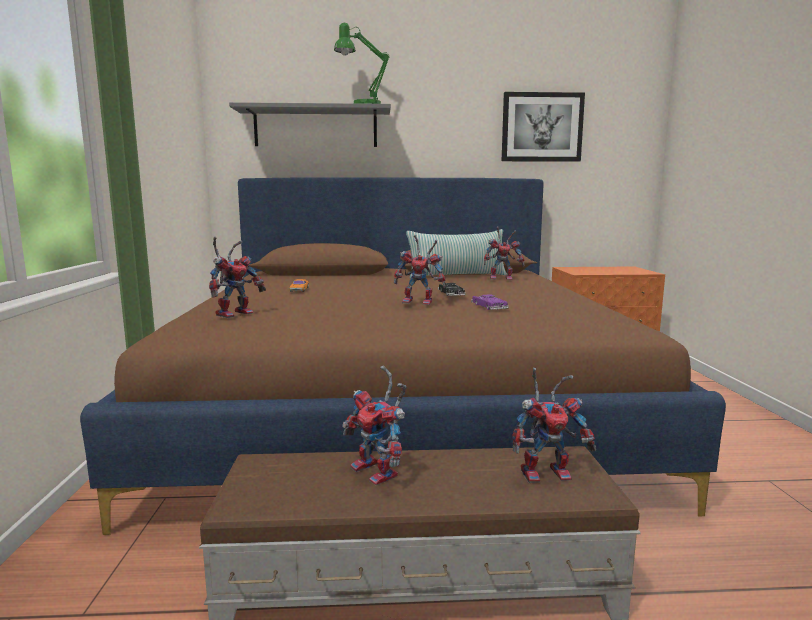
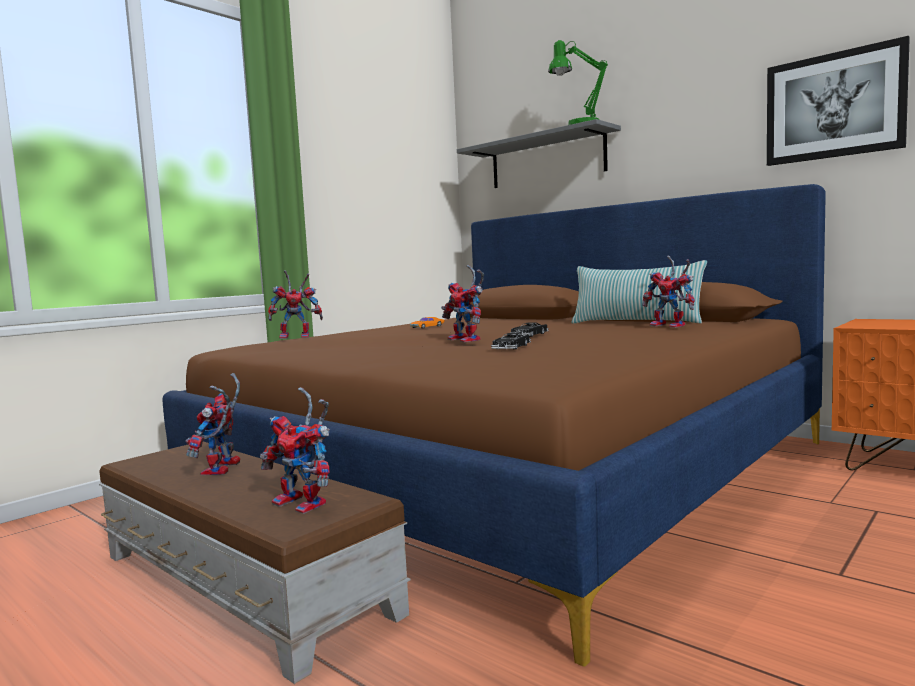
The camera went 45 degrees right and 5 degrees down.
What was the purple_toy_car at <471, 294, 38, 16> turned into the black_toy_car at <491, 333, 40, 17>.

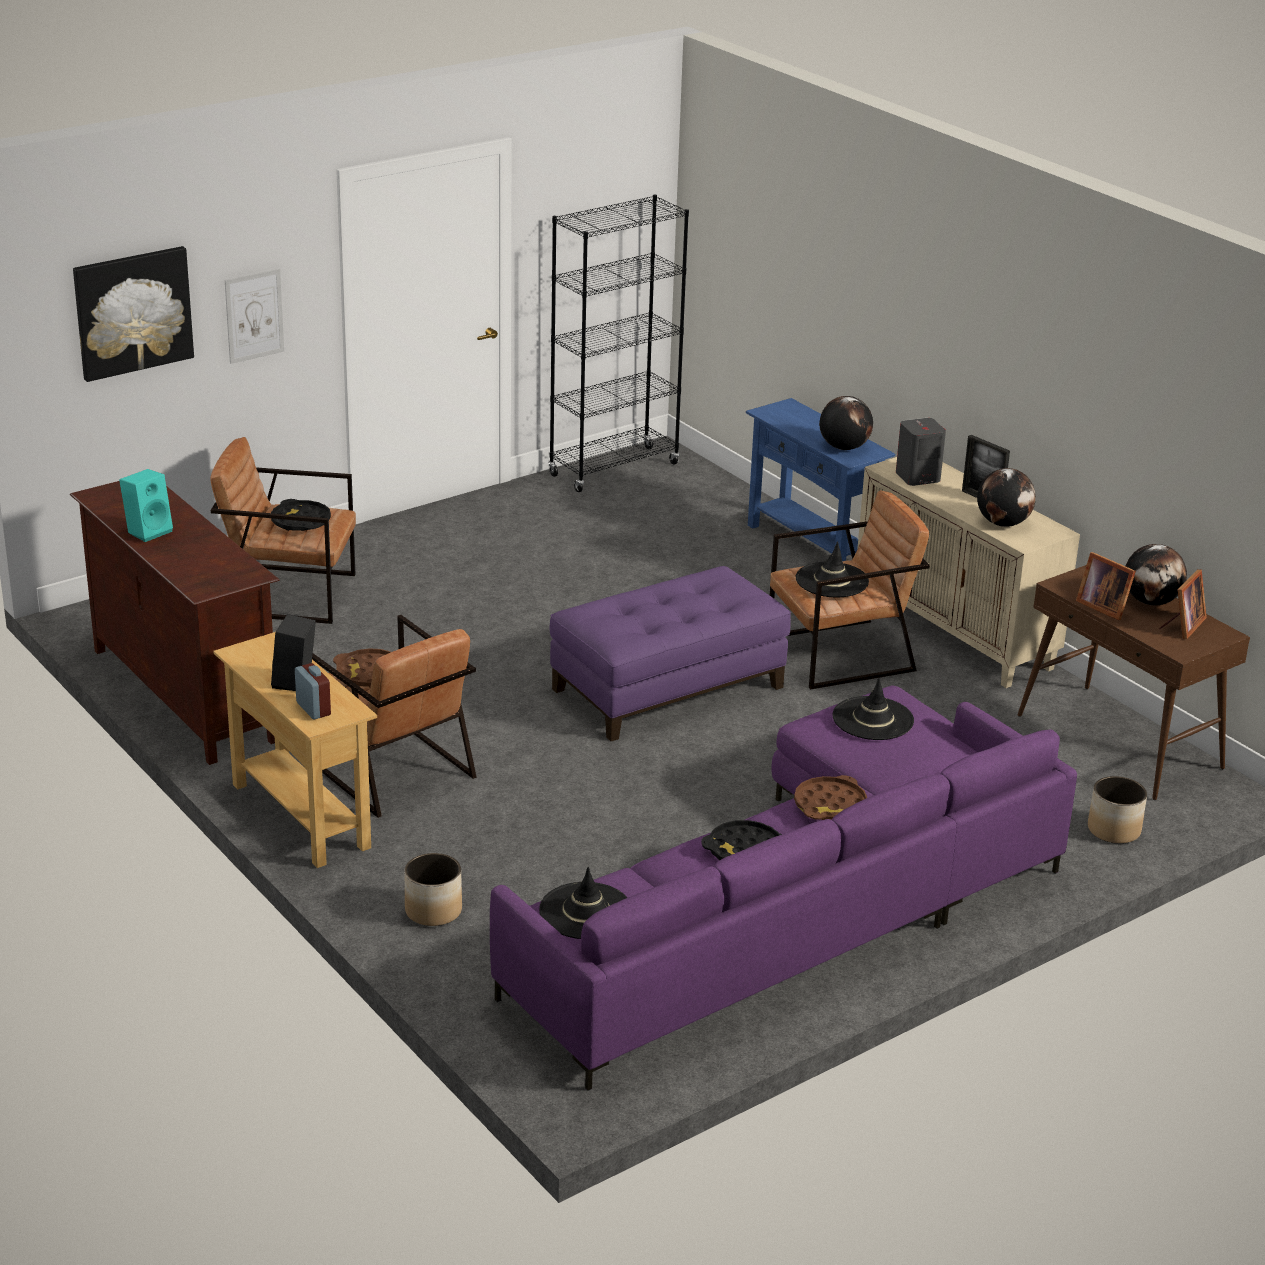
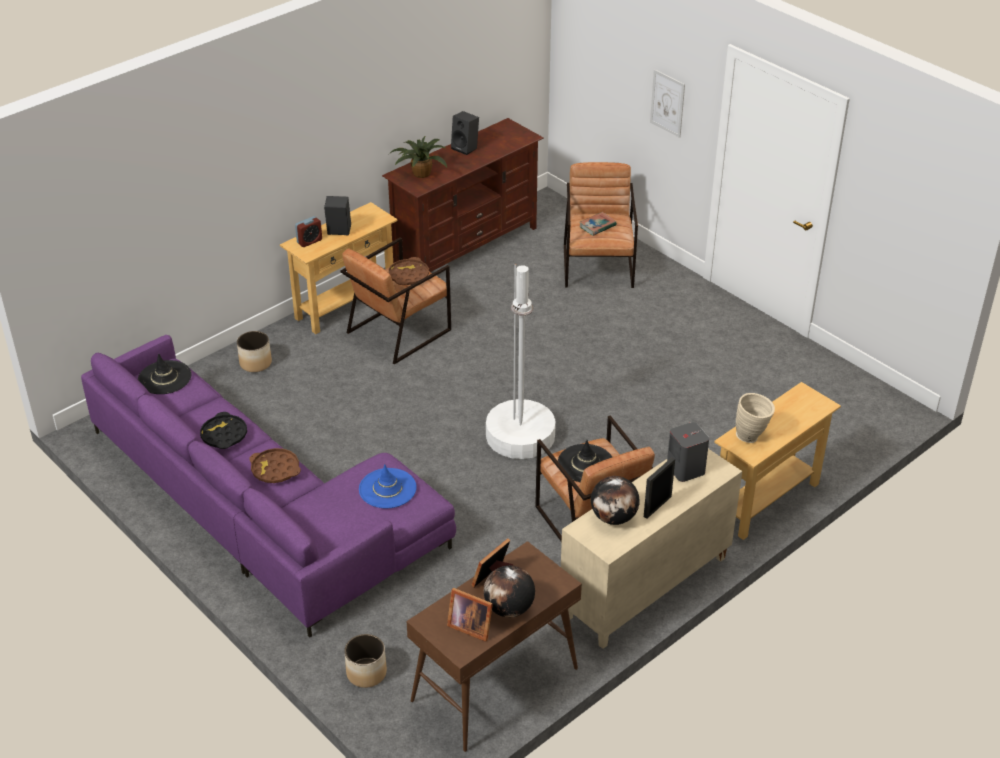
The camera went 85 degrees right and 10 degrees up.
The second view lost the picture at <73, 246, 121, 136>.
What was the turquoise_speaker at <119, 469, 54, 73> turned into the black_speaker at <451, 111, 28, 44>.
Where the black_tray stood at <271, 499, 60, 32>, the book came to stand at <579, 212, 38, 24>.
The second view lost the black_bookcase at <548, 194, 141, 298>.
Where the purple_ottoman stood at <550, 566, 241, 175>, the white_floor_lamp came to stand at <486, 264, 70, 195>.
What was the blue_console_table at <746, 398, 149, 163> turned into the beige_console_table at <714, 382, 127, 158>.
Where the globe stood at <819, 396, 54, 54>, the beige_vase came to stand at <736, 393, 39, 50>.
What was the black_hat at <832, 678, 82, 62> turned into the blue_hat at <359, 464, 58, 44>.
The second view gained the potted_plant at <389, 136, 58, 42>.

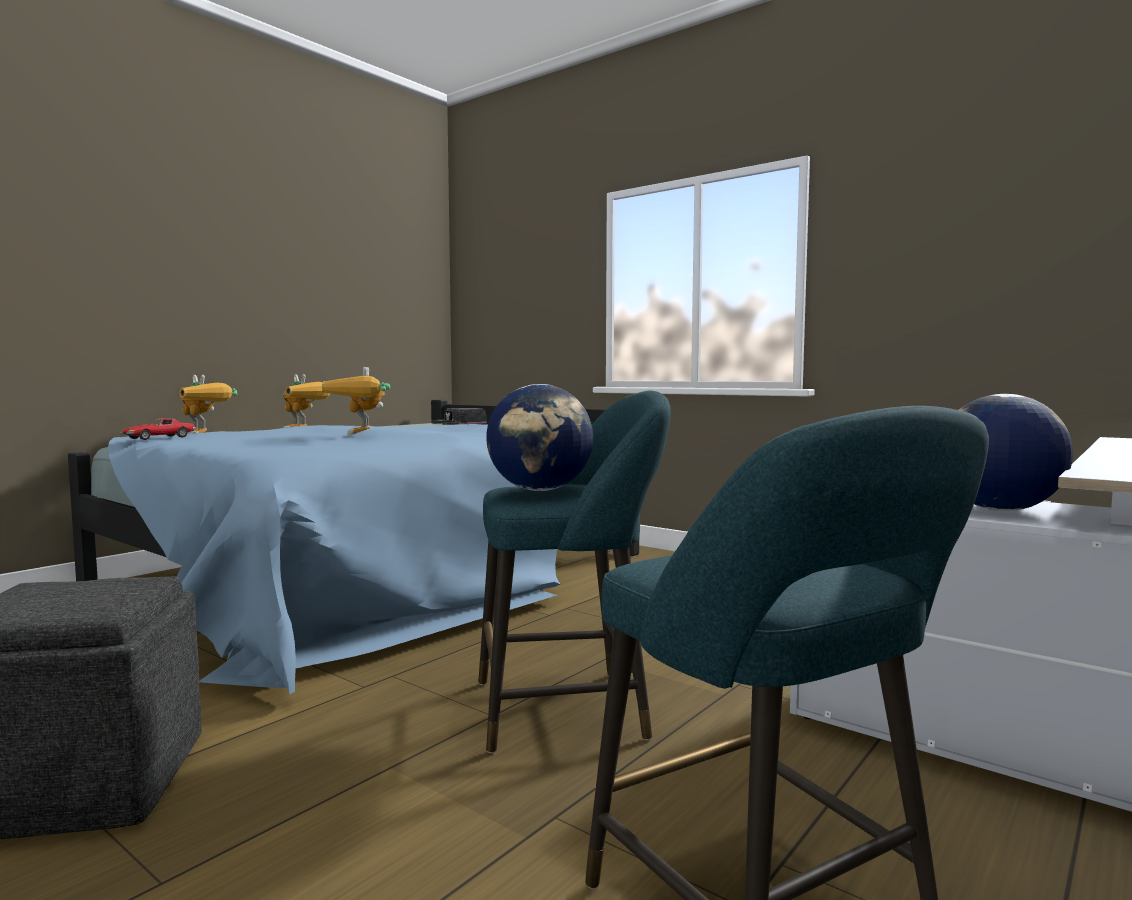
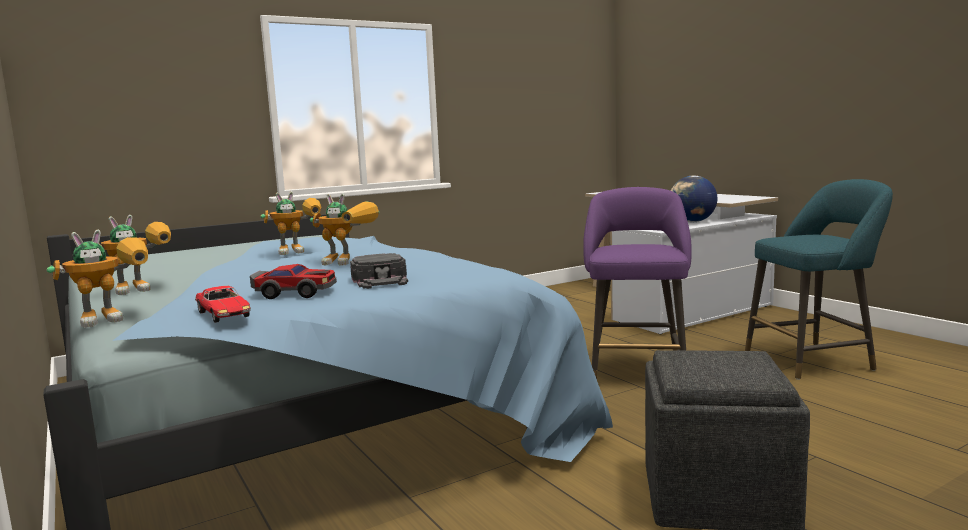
The camera went 70 degrees left and 5 degrees up.
The black_cap ended up elsewhere, having gone from <432, 408, 55, 17> to <350, 253, 58, 36>.
What was the turquoise_stool at <478, 391, 193, 363> turned into the purple_stool at <583, 187, 109, 192>.
The second view lost the globe at <486, 384, 107, 107>.
The second view gained the toy_car at <250, 264, 87, 35>.
The second view gained the toy_robot at <260, 192, 61, 63>.

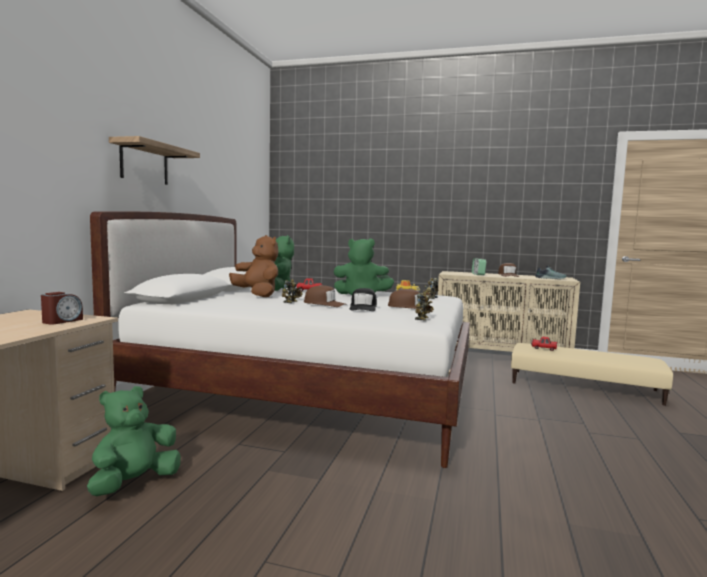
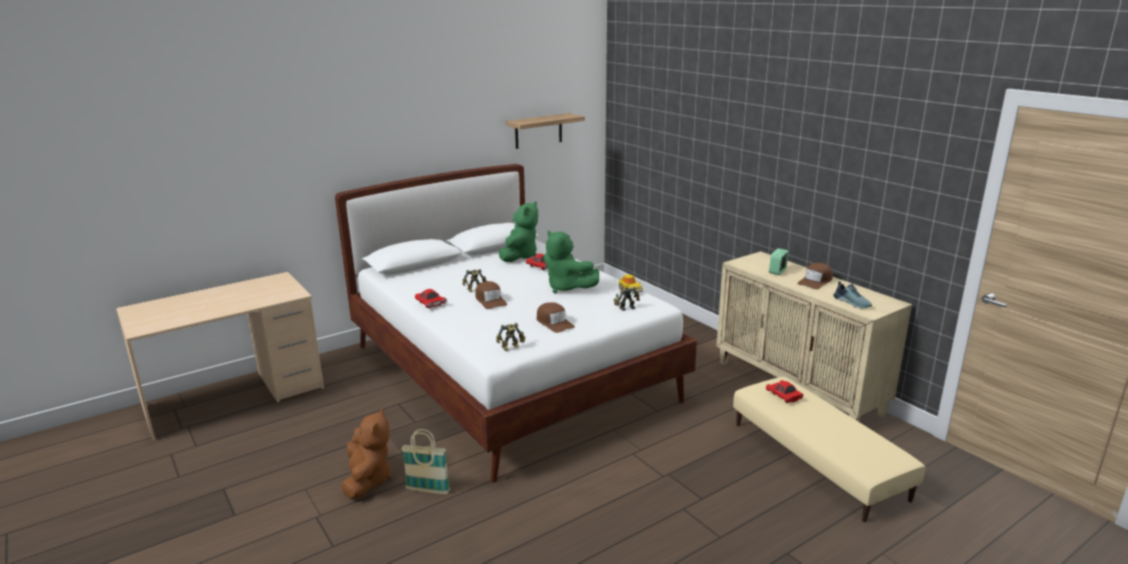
The camera went 40 degrees right and 15 degrees up.
The second view lost the alarm_clock at <41, 292, 42, 33>.
The second view lost the green_plush_toy at <87, 386, 94, 110>.
The shelf ended up elsewhere, having gone from <109, 136, 91, 49> to <506, 113, 79, 36>.
The brown_plush_toy ended up elsewhere, having gone from <229, 235, 50, 62> to <341, 408, 51, 91>.
The second view lost the black_cap at <350, 288, 27, 23>.
The second view gained the basket at <401, 429, 49, 65>.
The second view gained the red_toy_car at <415, 289, 32, 20>.

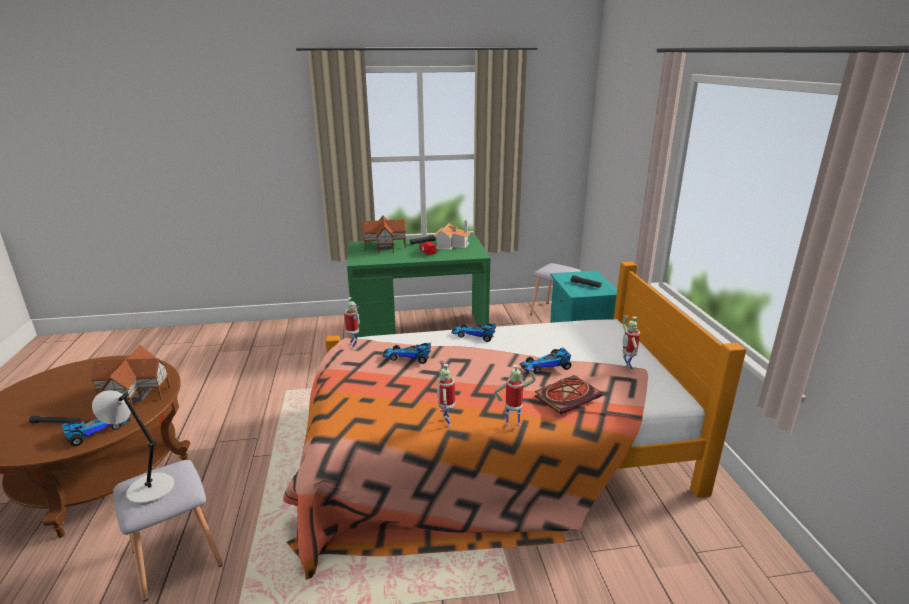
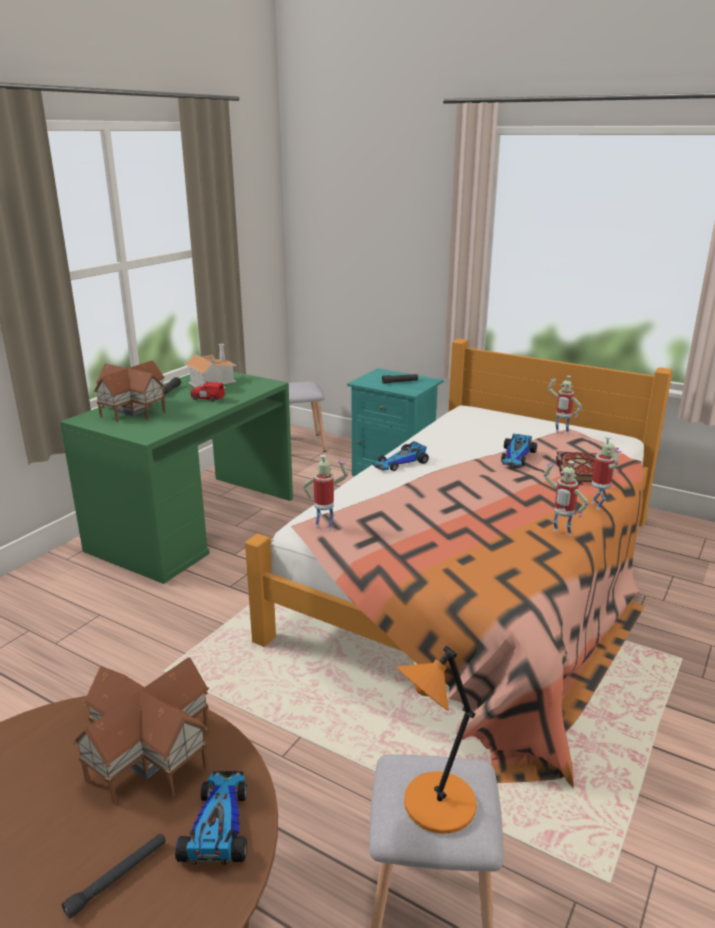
The camera went 50 degrees left and 0 degrees up.
What was the grey_table_lamp at <92, 390, 82, 115> turned into the orange_table_lamp at <397, 646, 80, 188>.
The second view lost the toy_car at <383, 343, 48, 21>.
The toy_robot at <494, 365, 42, 61> ended up facing another way, 135 degrees clockwise from before.

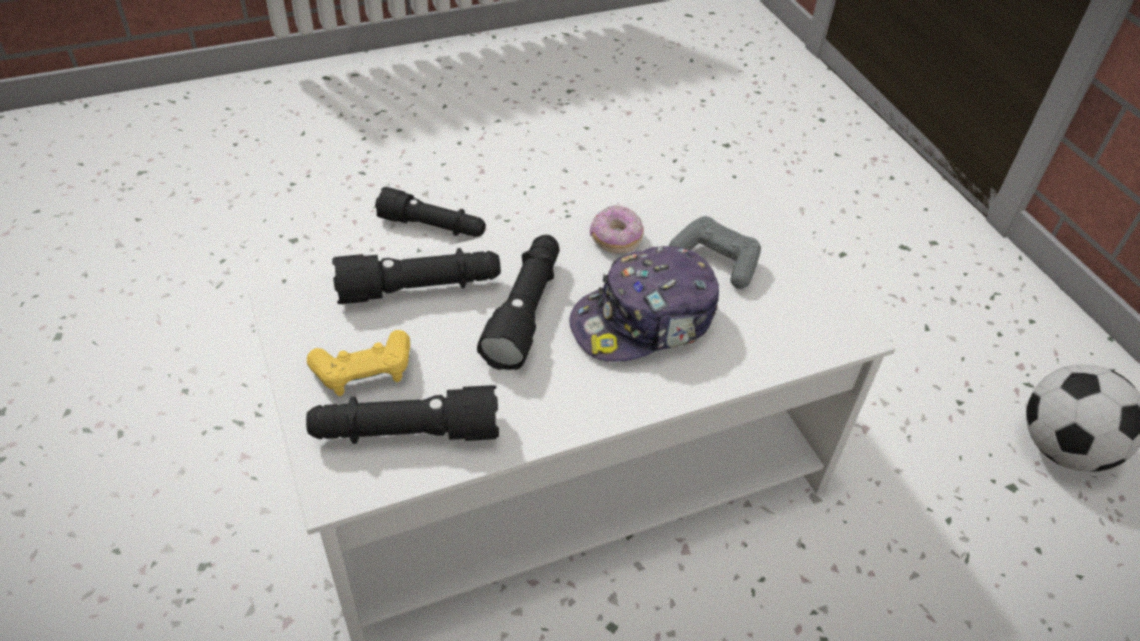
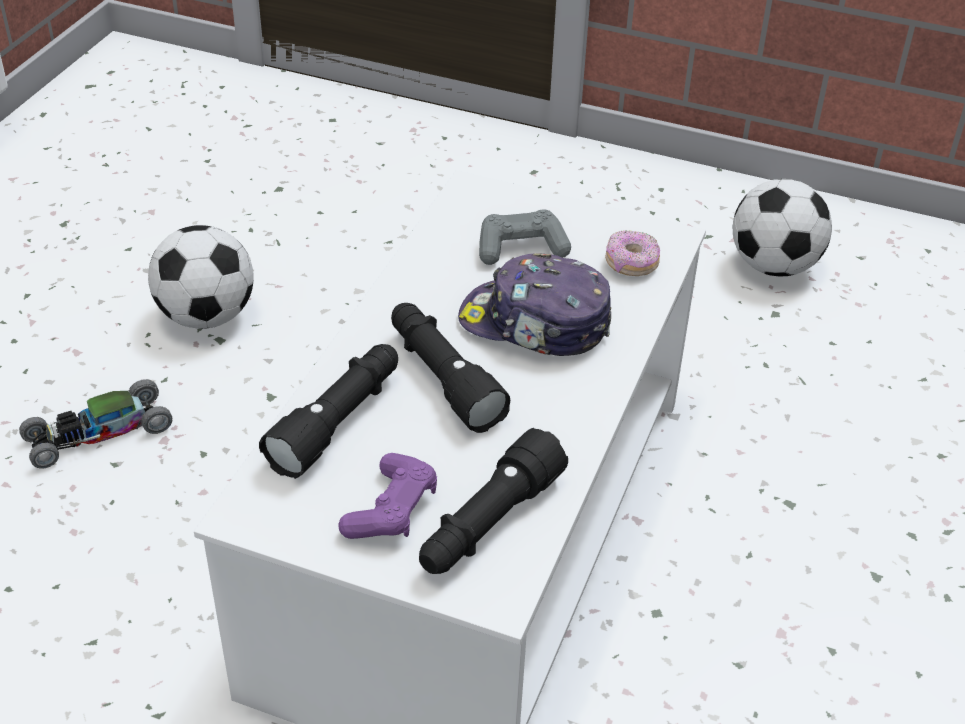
The camera went 45 degrees left and 5 degrees down.
What was the yellow_game_controller at <307, 330, 103, 66> turned into the purple_game_controller at <338, 453, 99, 86>.
Where the black_flashlight stood at <375, 187, 111, 50>, the toy_car came to stand at <19, 379, 153, 90>.
The cap at <569, 246, 150, 116> ended up facing another way, 90 degrees clockwise from before.
The donut ended up elsewhere, having gone from <590, 205, 54, 48> to <605, 231, 55, 45>.
The second view gained the football at <148, 225, 106, 104>.

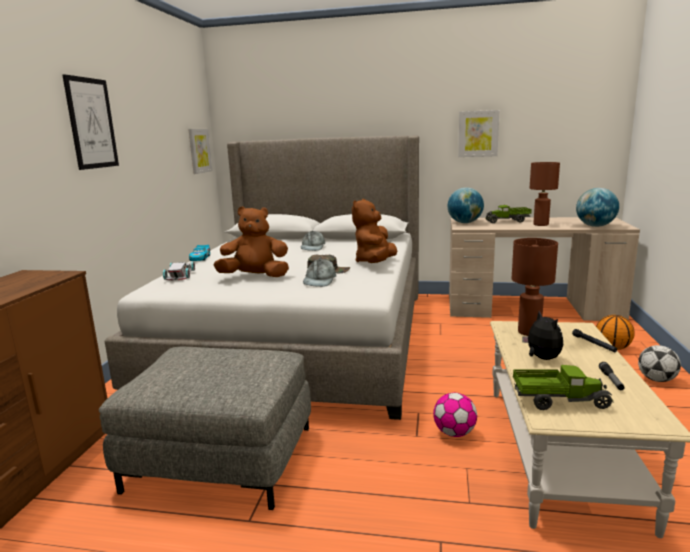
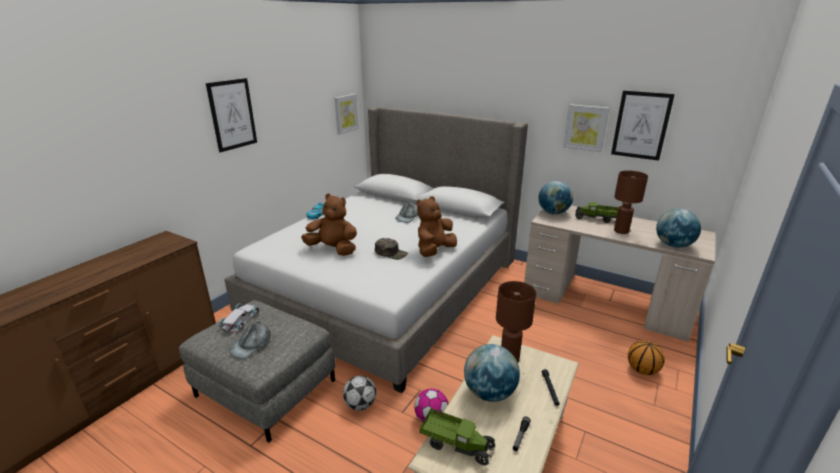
The camera went 20 degrees right and 10 degrees up.
The white_toy_car ended up elsewhere, having gone from <163, 261, 32, 19> to <219, 304, 40, 29>.
The grey_cap ended up elsewhere, having gone from <303, 259, 33, 28> to <229, 321, 42, 38>.
Where the plush_toy stood at <522, 311, 41, 49>, the globe came to stand at <464, 344, 56, 58>.
The football ended up elsewhere, having gone from <638, 345, 43, 37> to <343, 376, 33, 35>.
The second view gained the picture at <611, 91, 64, 70>.

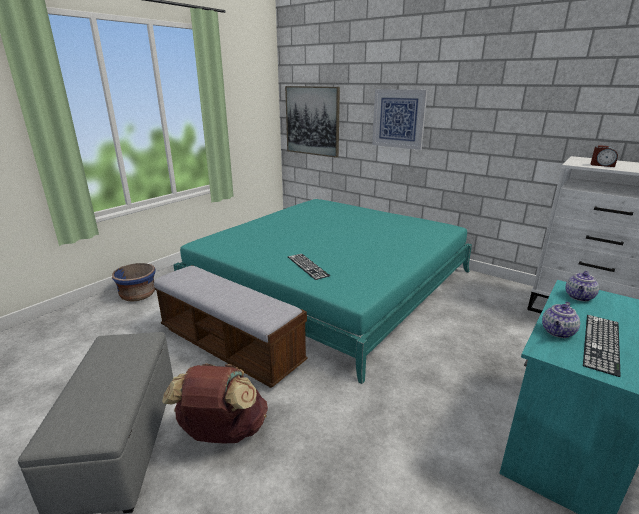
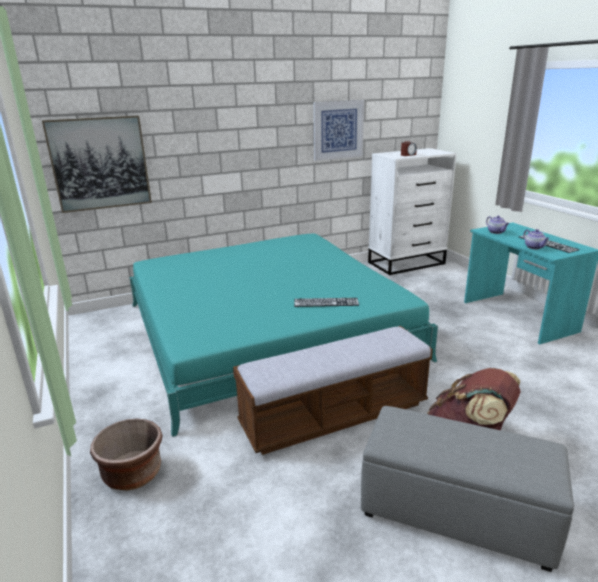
The camera went 60 degrees left and 0 degrees up.
What was the blue_planter at <112, 263, 44, 39> turned into the brown_planter at <90, 419, 73, 71>.
The picture ended up elsewhere, having gone from <372, 89, 56, 61> to <313, 100, 51, 61>.

